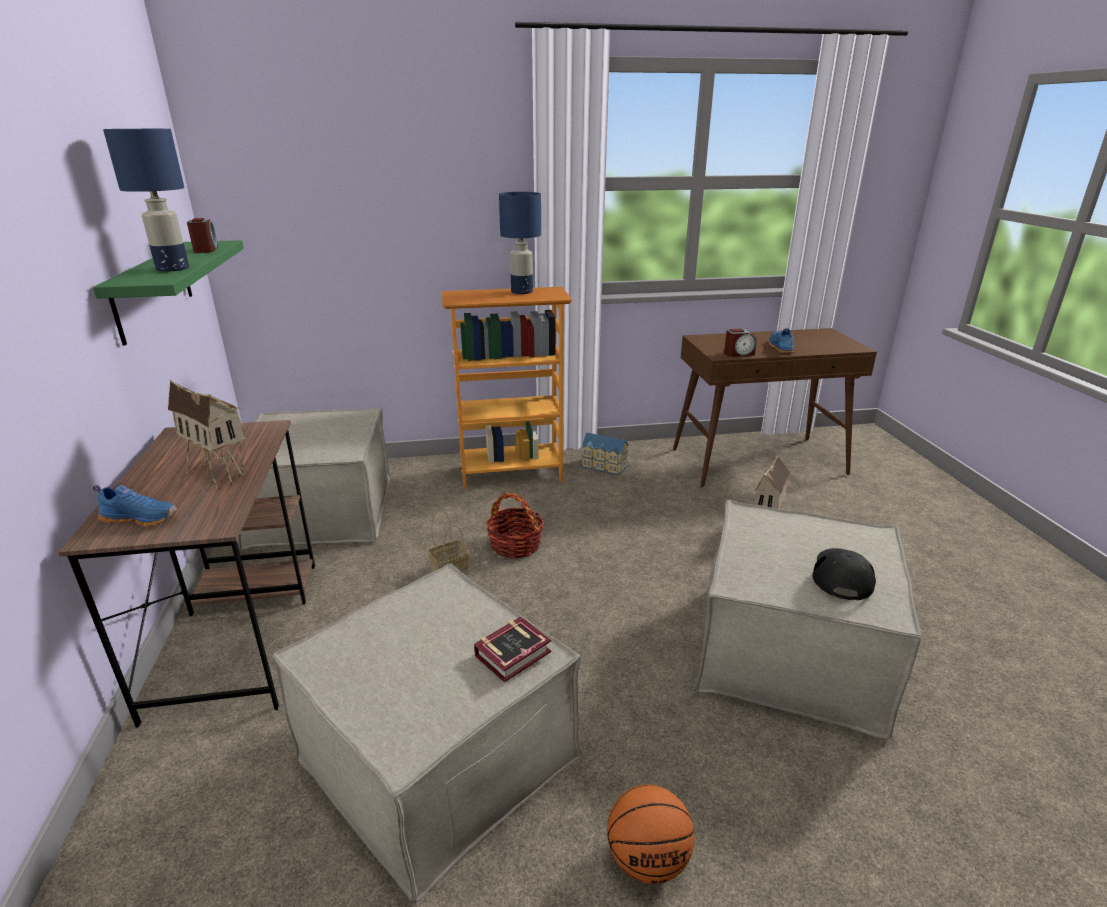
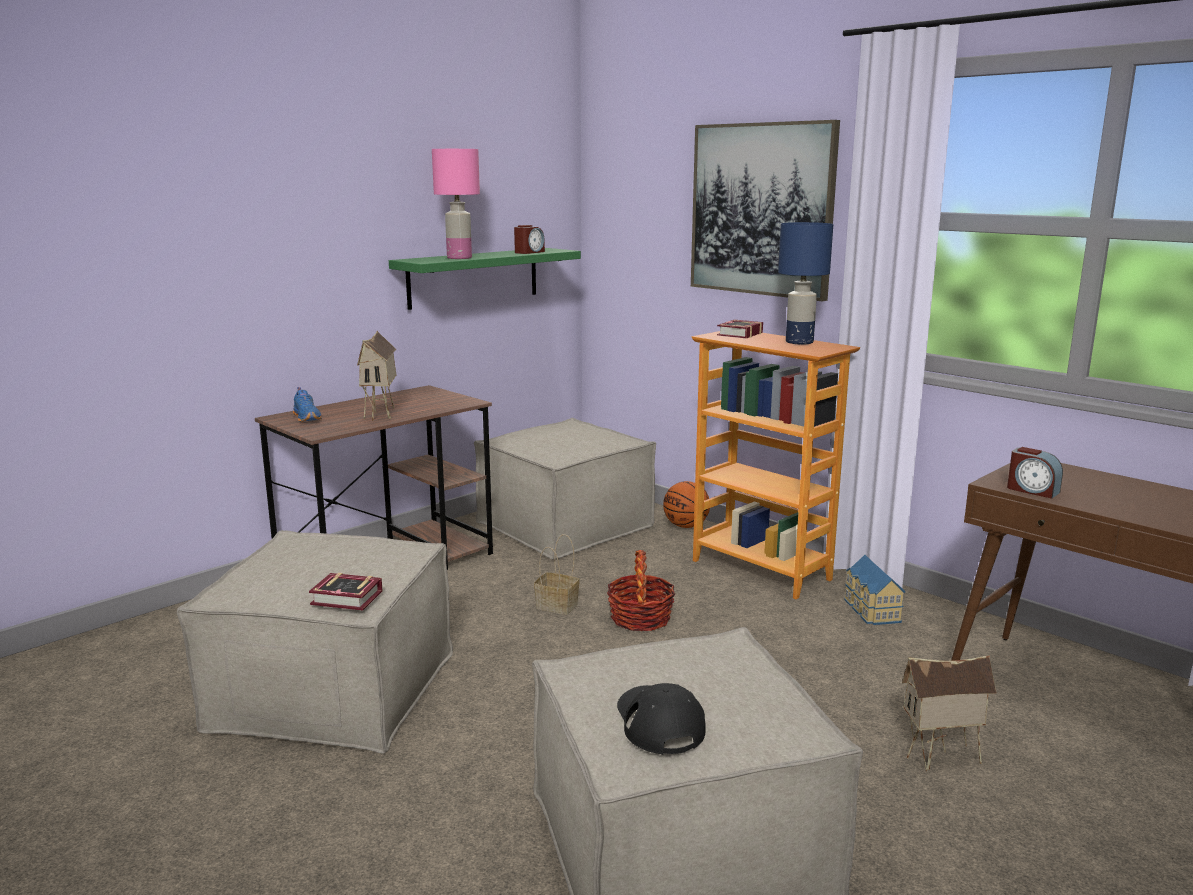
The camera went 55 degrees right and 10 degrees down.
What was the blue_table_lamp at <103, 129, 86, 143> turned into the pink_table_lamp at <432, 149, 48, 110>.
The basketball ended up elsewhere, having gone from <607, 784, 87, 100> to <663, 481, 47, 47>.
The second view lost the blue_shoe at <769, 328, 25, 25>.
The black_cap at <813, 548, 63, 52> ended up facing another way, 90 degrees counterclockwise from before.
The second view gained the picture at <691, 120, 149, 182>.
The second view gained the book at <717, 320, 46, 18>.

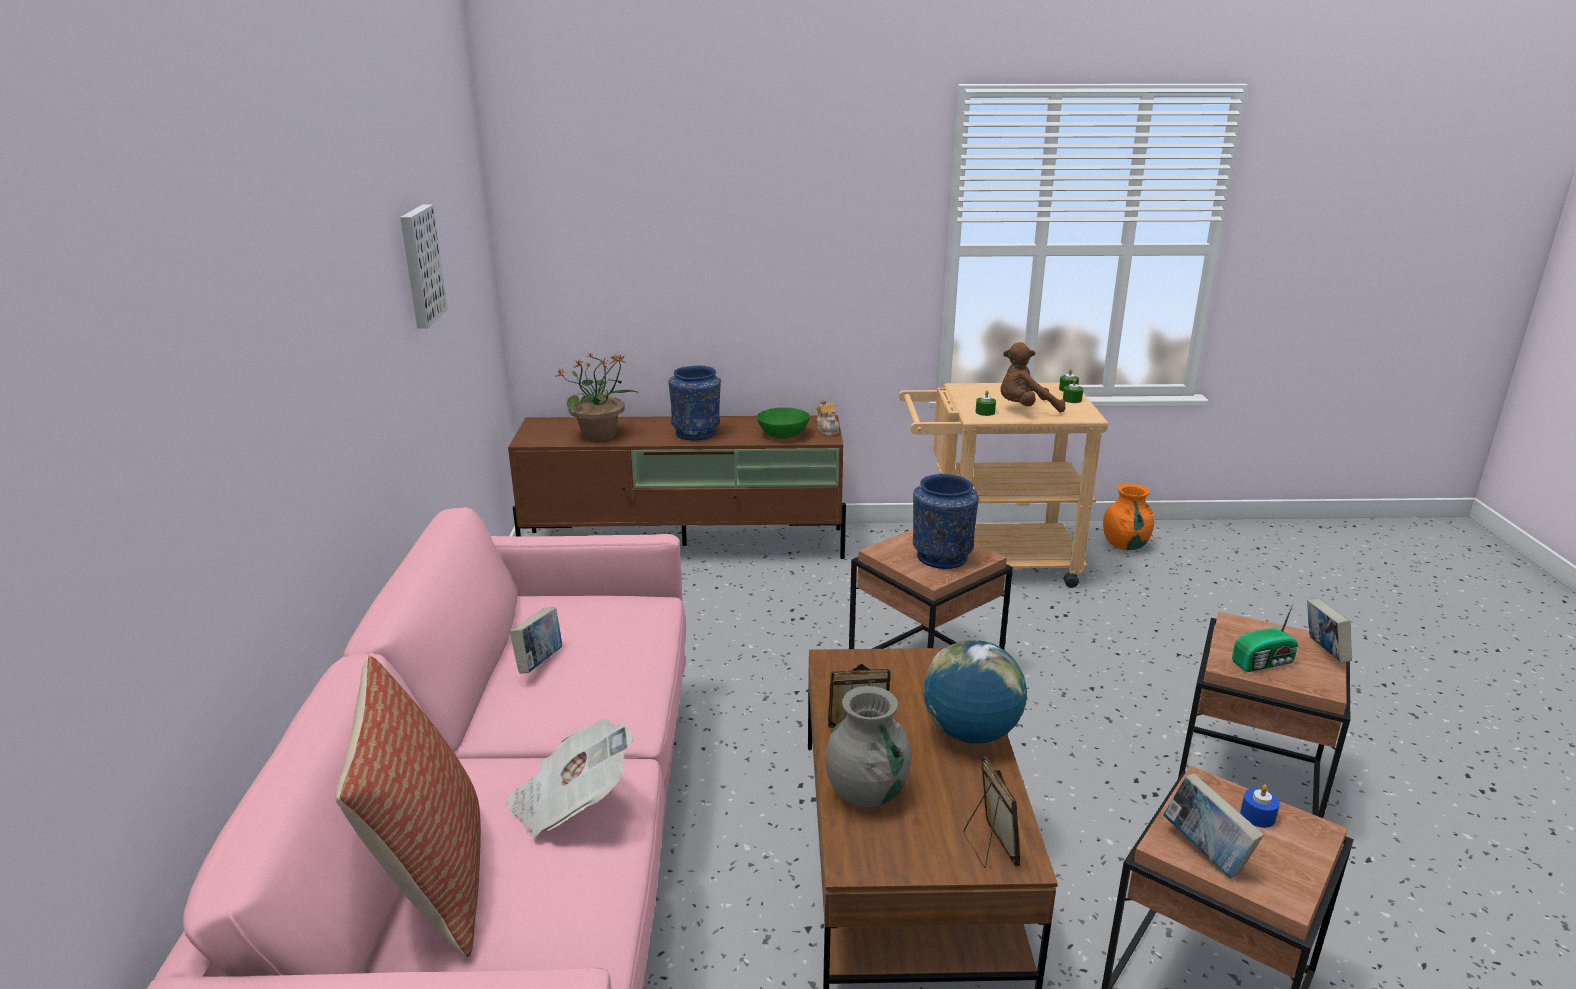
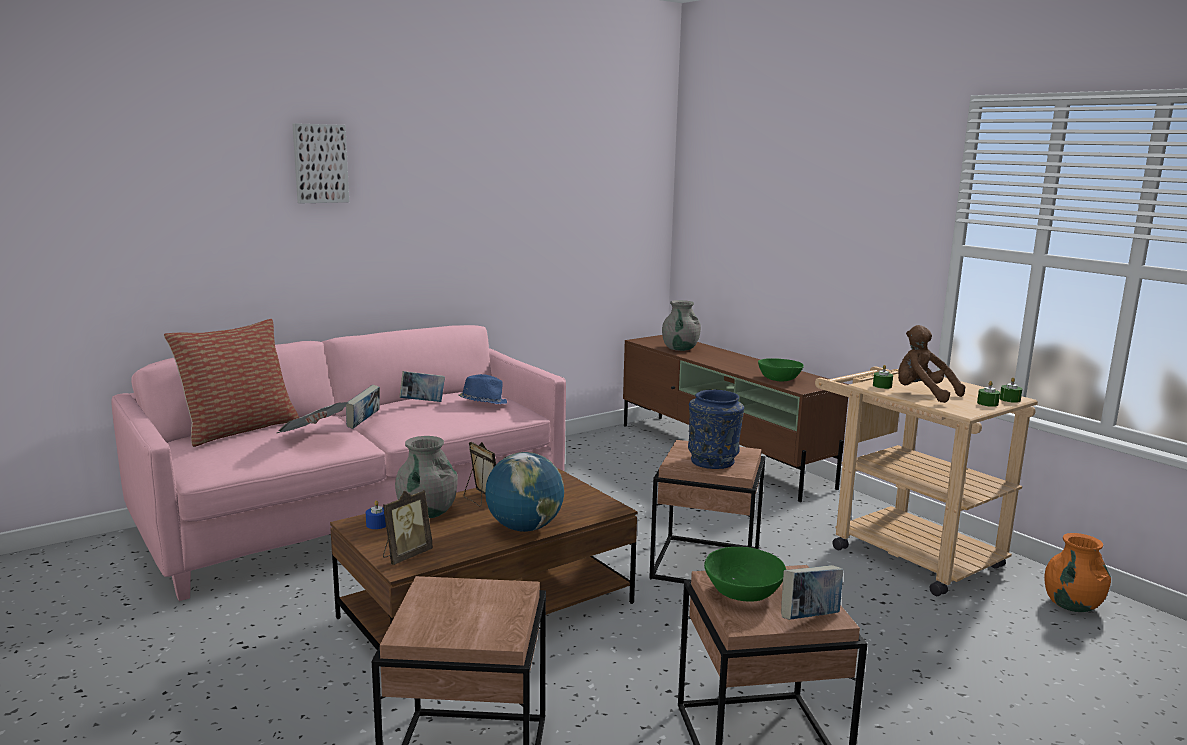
The camera went 55 degrees right and 10 degrees down.
The picture ended up elsewhere, having gone from <400, 204, 48, 125> to <292, 123, 57, 80>.
Where the potted_plant stood at <555, 353, 83, 88>, the grey_vase came to stand at <662, 300, 39, 51>.
The second view lost the blue_vase at <668, 365, 53, 75>.
The second view lost the teapot at <816, 399, 23, 37>.
The book ended up elsewhere, having gone from <1163, 773, 101, 105> to <346, 385, 34, 44>.
Where the radio stood at <1232, 601, 67, 71>, the green_bowl came to stand at <704, 547, 82, 55>.
The blue_candle ended up elsewhere, having gone from <1240, 785, 40, 43> to <366, 500, 20, 29>.
The second view gained the blue_hat at <458, 374, 49, 30>.

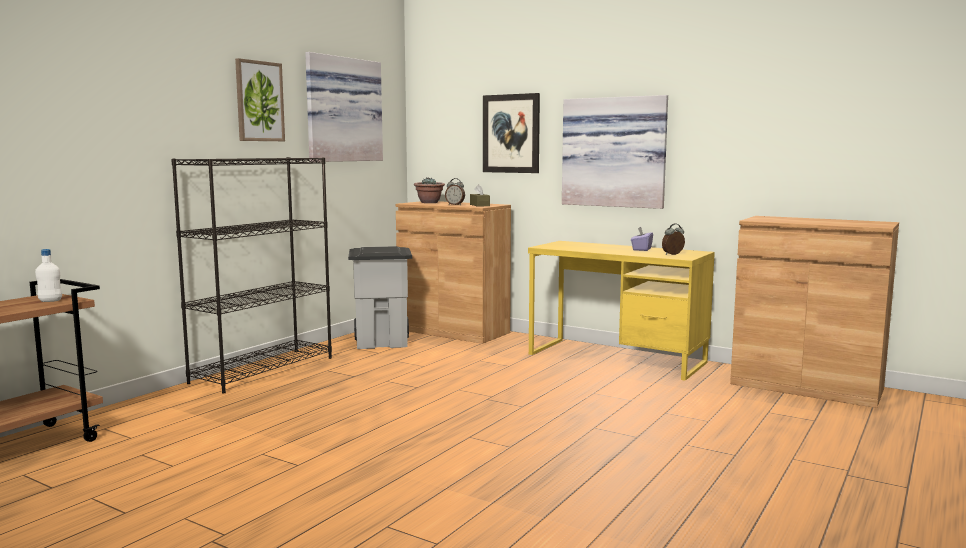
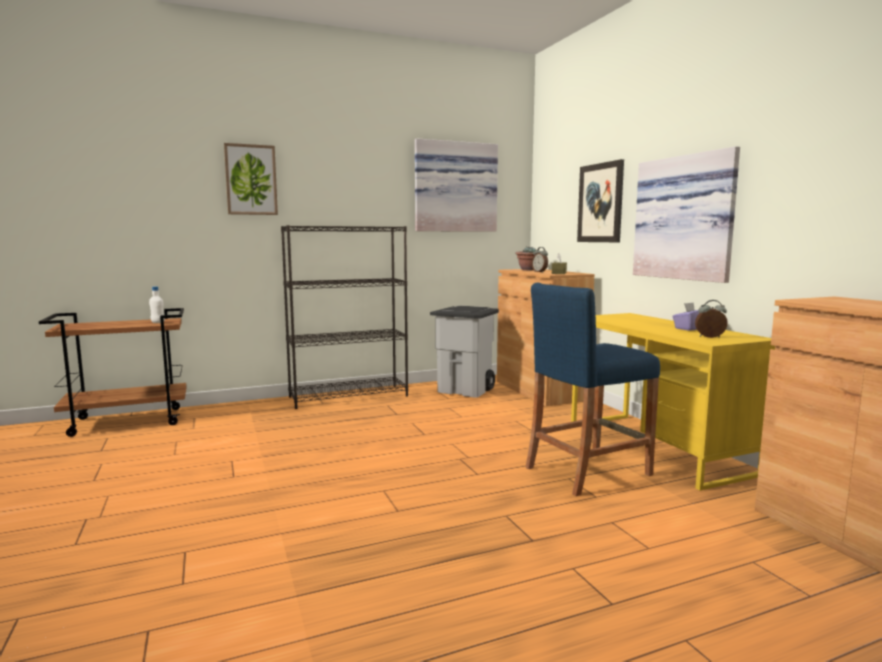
The camera went 35 degrees right and 0 degrees up.
The picture ended up elsewhere, having gone from <235, 58, 50, 83> to <224, 143, 54, 72>.
The second view gained the blue_stool at <525, 283, 135, 213>.

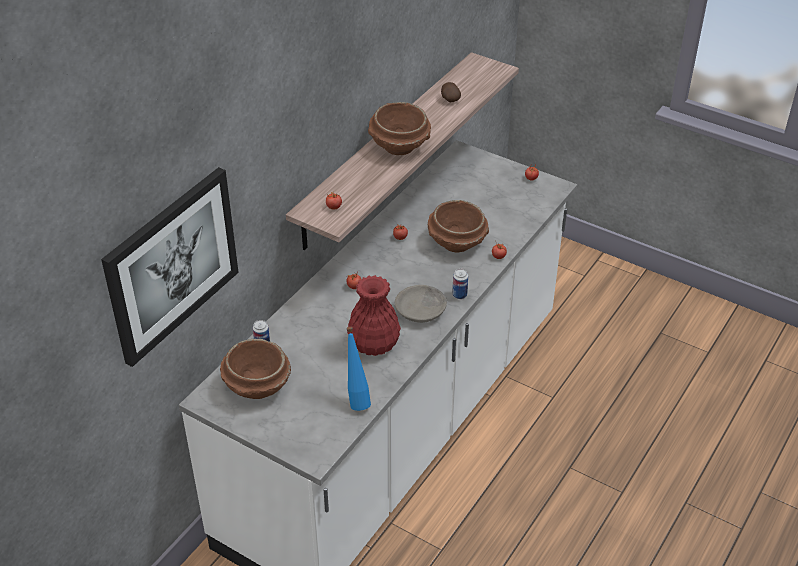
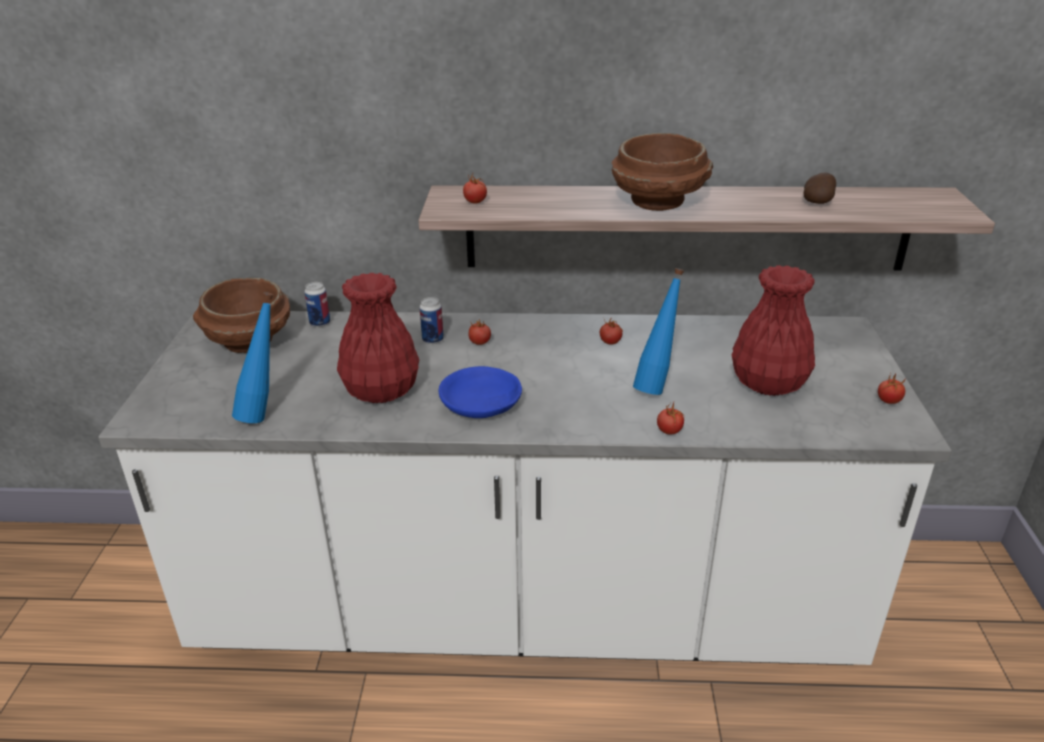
The camera went 60 degrees right and 10 degrees down.
The second view lost the picture at <101, 167, 138, 200>.
What was the grey_bowl at <395, 285, 52, 38> turned into the blue_bowl at <438, 366, 84, 52>.
Where the brown_bowl stood at <428, 200, 61, 53>, the blue_bottle came to stand at <633, 268, 51, 127>.
The can ended up elsewhere, having gone from <452, 269, 16, 30> to <419, 297, 25, 47>.
The second view gained the red_vase at <732, 265, 83, 131>.

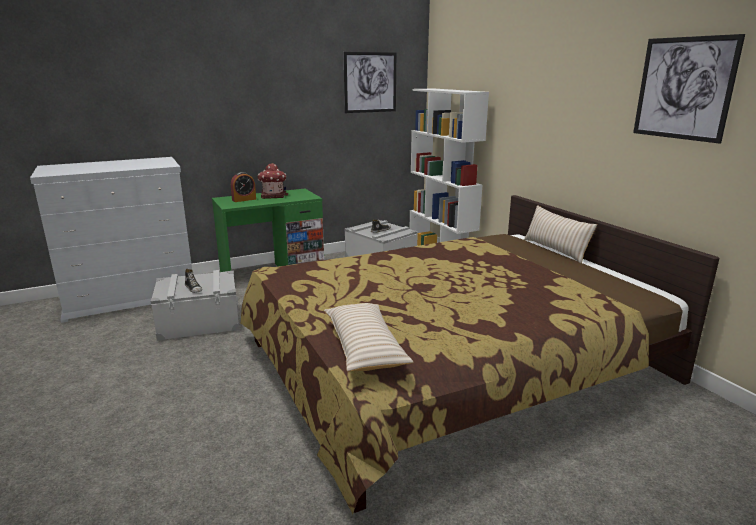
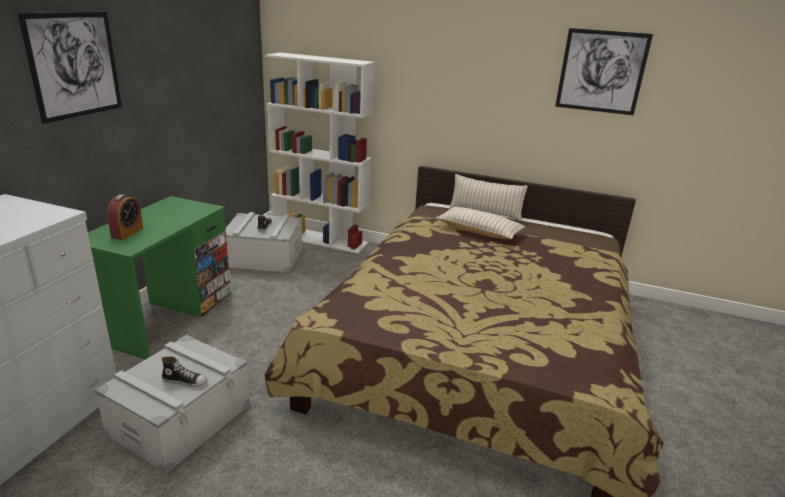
The camera went 45 degrees left and 5 degrees up.
The second view lost the toy_house at <258, 163, 30, 36>.
The beige_pillow ended up elsewhere, having gone from <324, 303, 89, 69> to <436, 207, 89, 32>.
The picture ended up elsewhere, having gone from <344, 52, 52, 61> to <18, 12, 104, 112>.

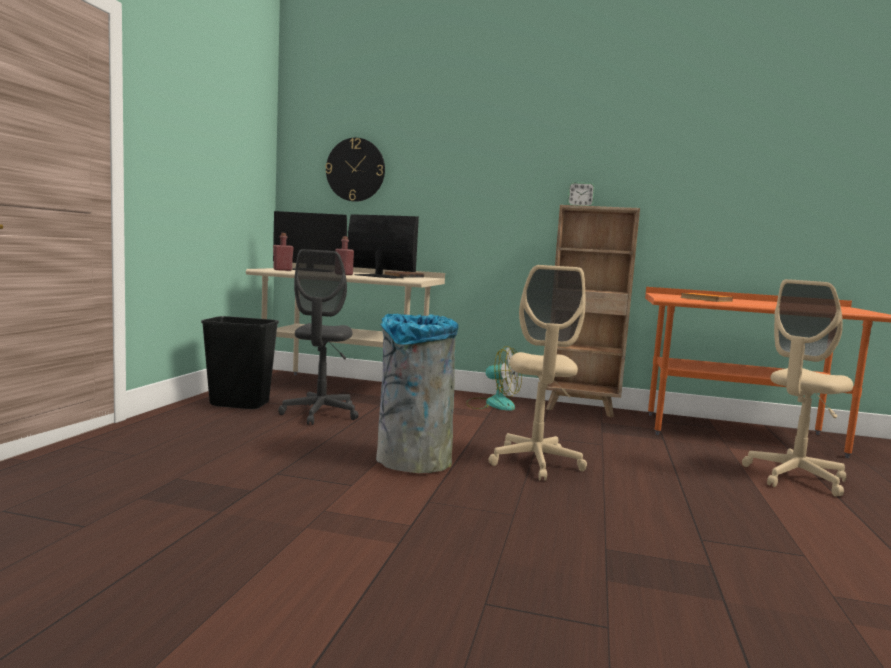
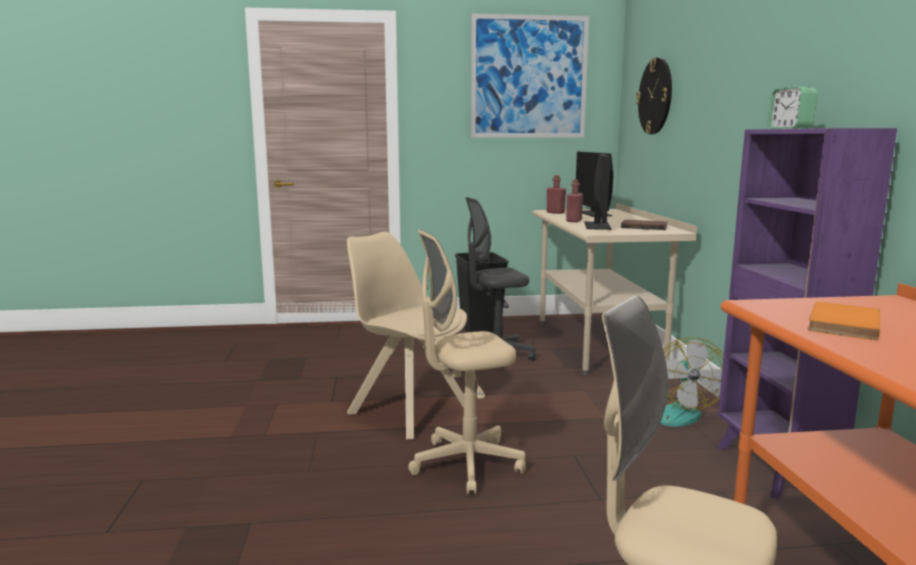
The camera went 70 degrees right and 5 degrees up.
Where the grey_trash_can stood at <376, 314, 83, 159>, the beige_chair came to stand at <347, 232, 120, 208>.
What was the brown_bookcase at <545, 205, 95, 212> turned into the purple_bookcase at <717, 128, 180, 372>.
The second view gained the picture at <471, 14, 118, 124>.

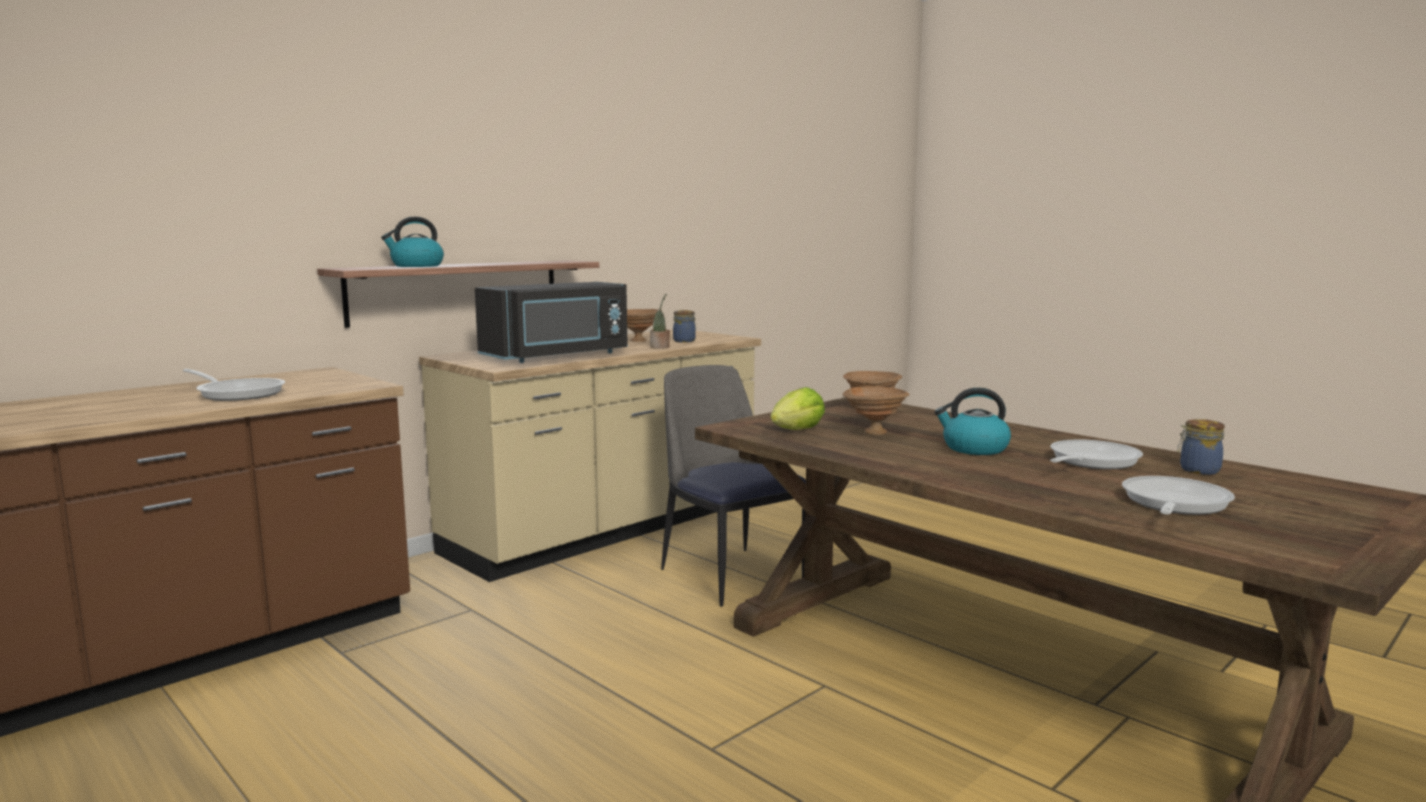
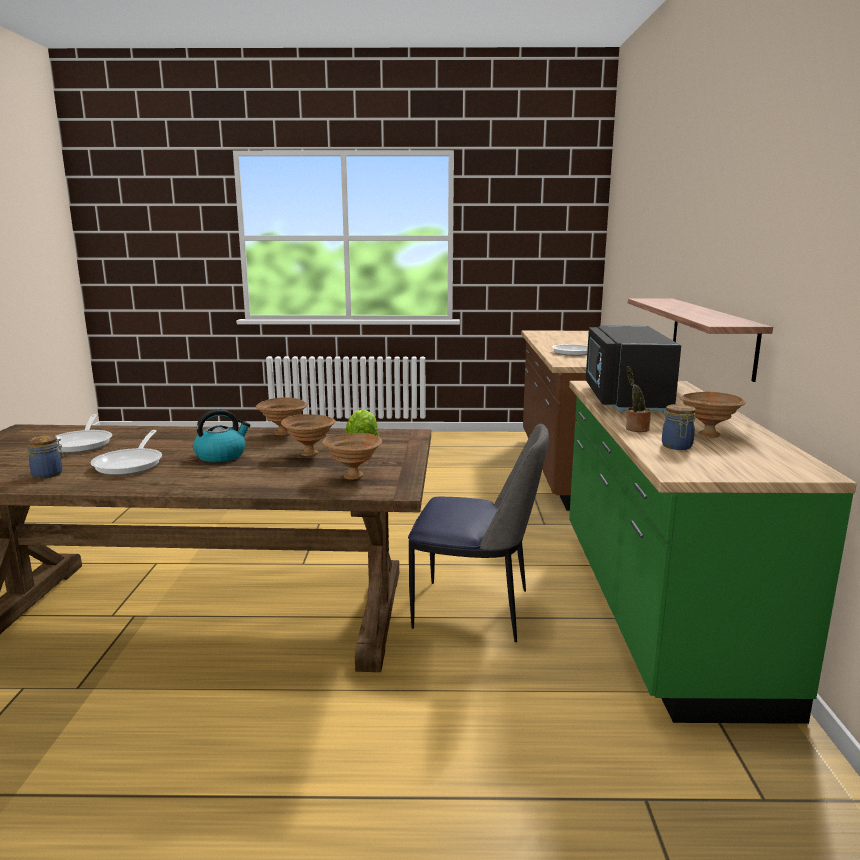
The camera went 135 degrees right and 5 degrees up.
The second view lost the kettle at <381, 217, 63, 50>.
What was the beige_counter at <419, 330, 342, 252> turned into the green_counter at <569, 381, 288, 343>.
The second view gained the brown_bowl at <256, 397, 51, 38>.

